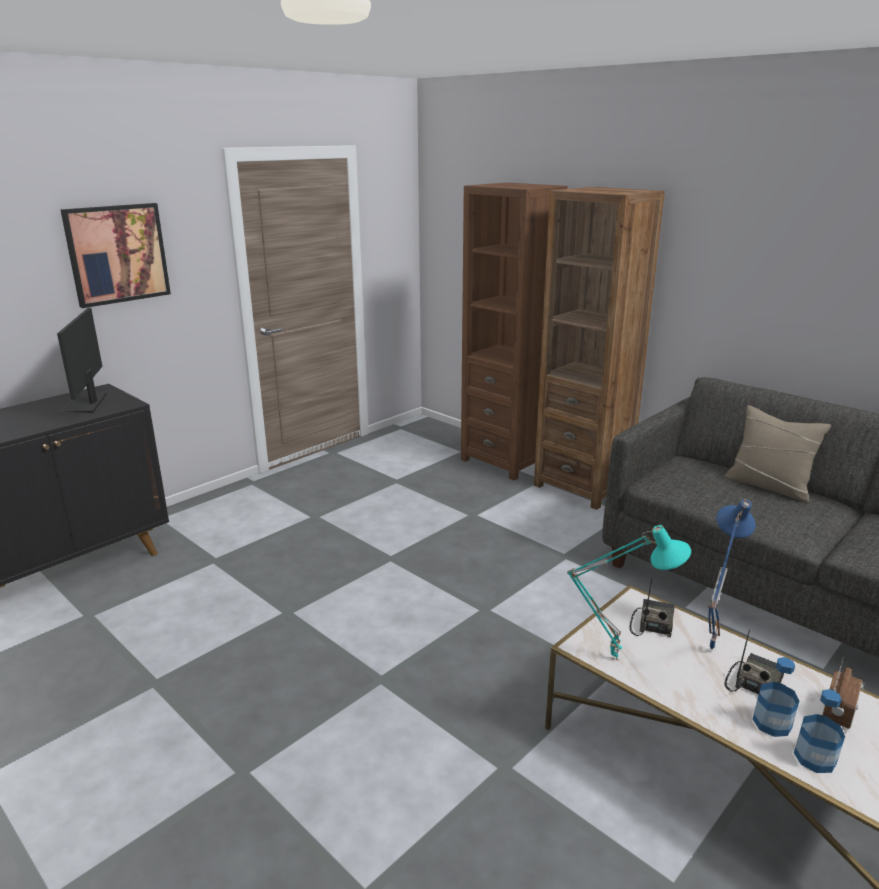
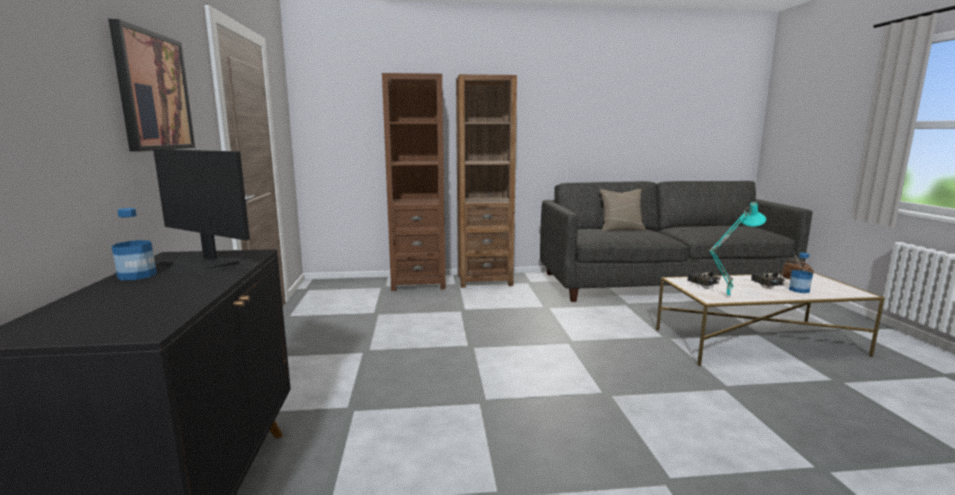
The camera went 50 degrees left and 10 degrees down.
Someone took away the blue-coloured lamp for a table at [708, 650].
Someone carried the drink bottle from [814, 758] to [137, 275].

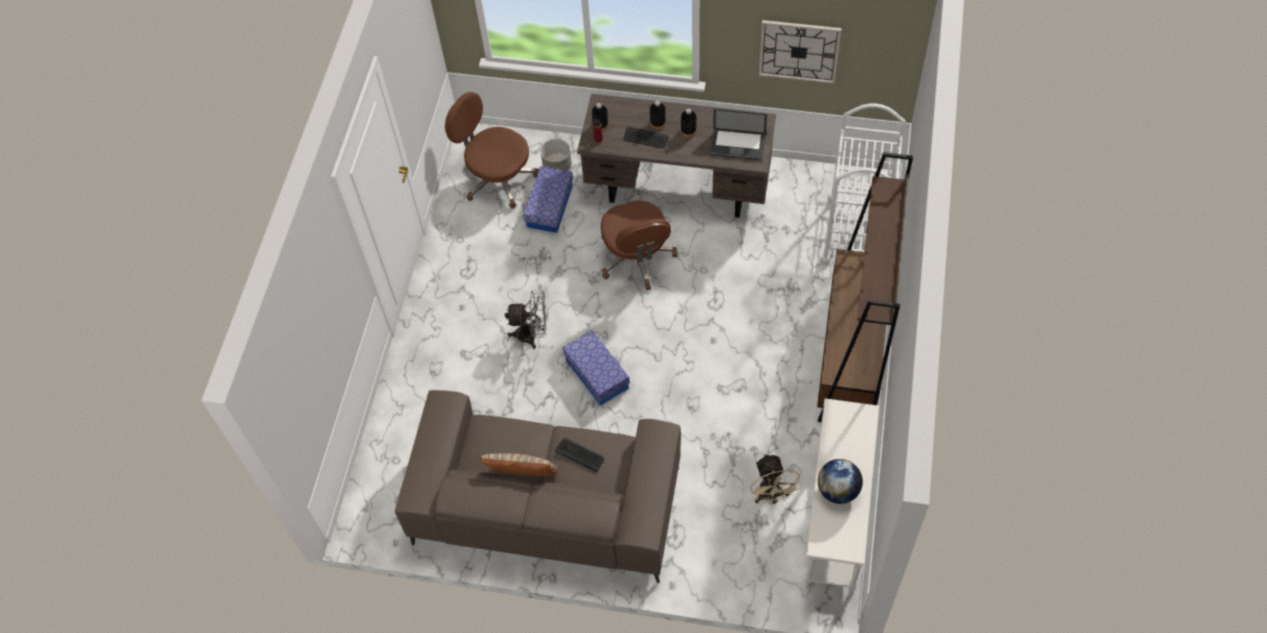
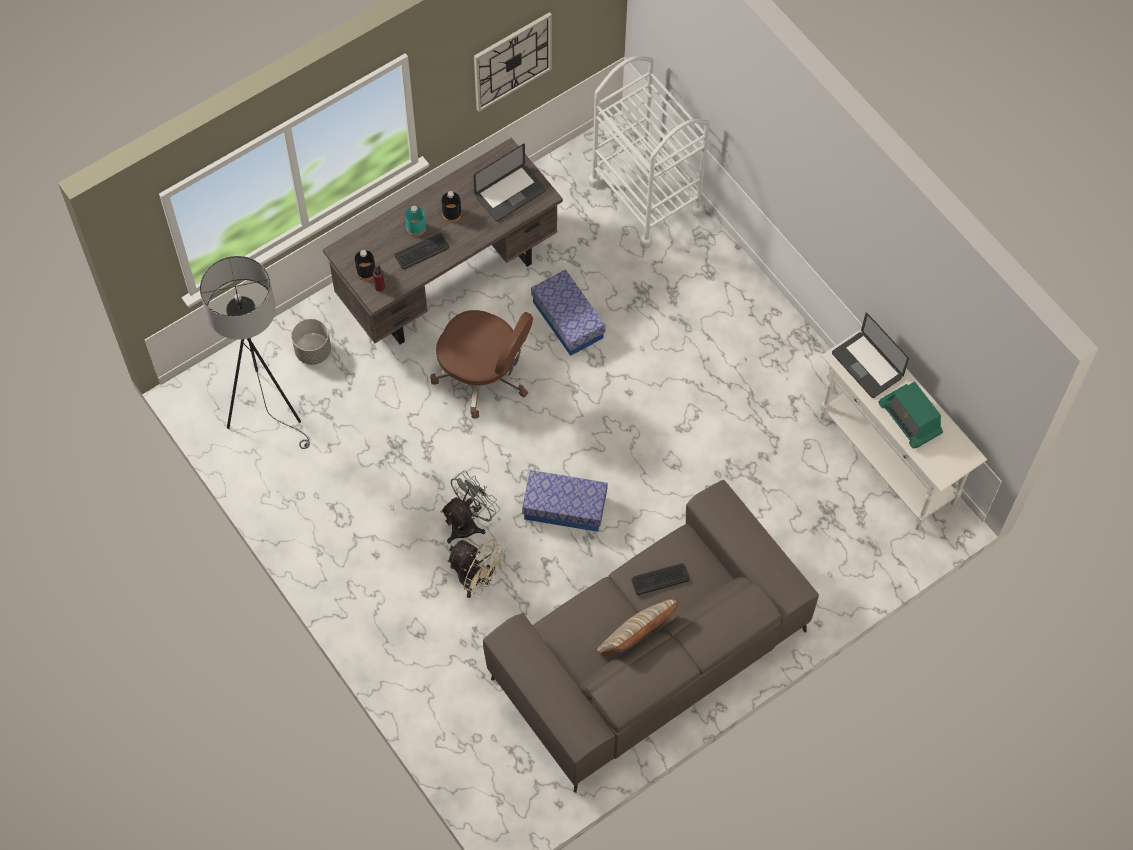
The camera went 50 degrees left and 5 degrees up.
Someone swapped the brown office chair at [497, 178] for the greyish standing lamp at [267, 408].
Someone carried the storage box from [550, 206] to [568, 320].
Someone repainted the black drink bottle at [657, 122], which became the blue-green drink bottle at [416, 228].
Someone carried the beige-coloured electric fan from [771, 495] to [476, 580].
Someone took away the brown shelving unit at [851, 355].
Someone swapped the world globe at [838, 490] for the radio set at [909, 419].
Someone put down the laptop at [867, 365].

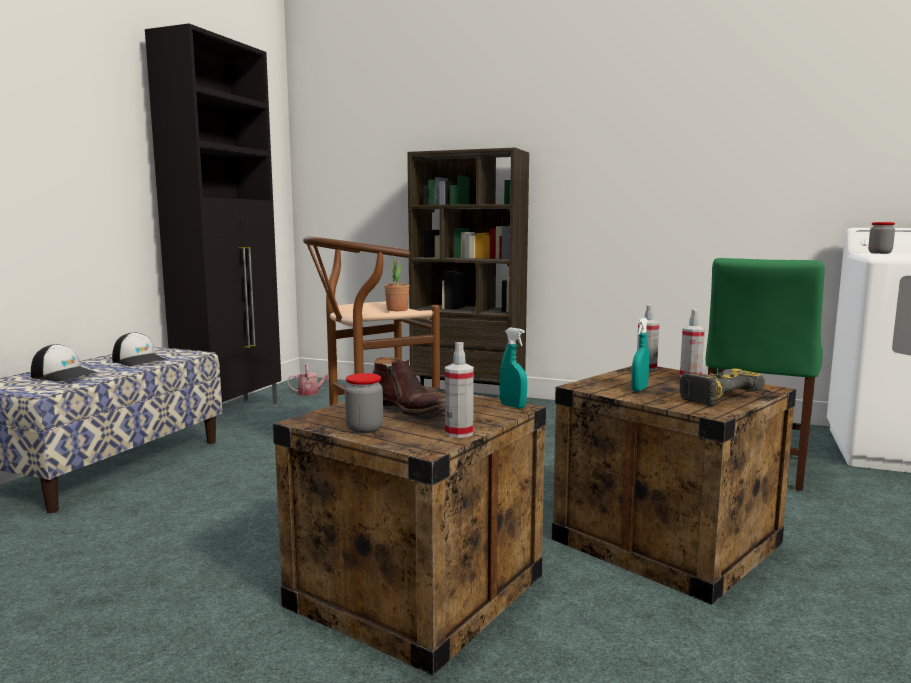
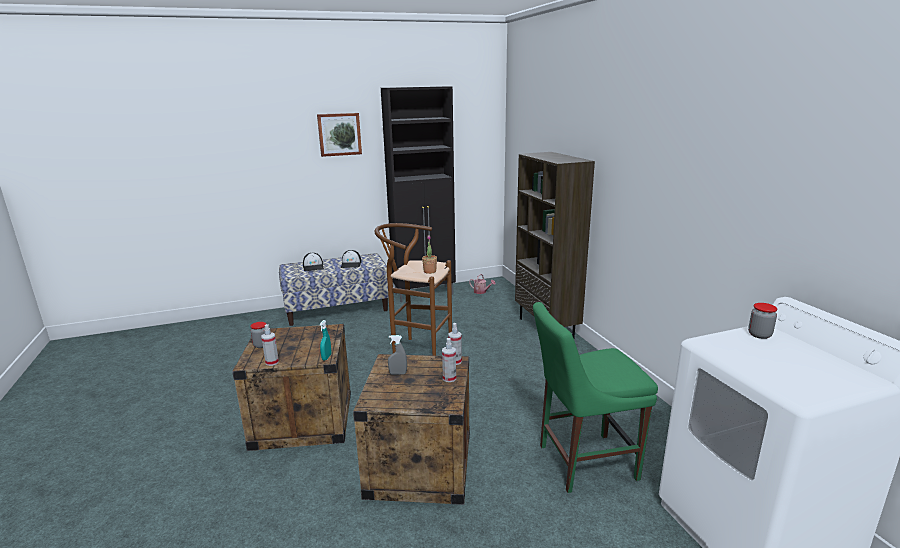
The camera went 50 degrees right and 10 degrees up.
Someone took away the brown tall boot at [411, 409].
Someone repainted the blue-green hand sprayer at [639, 389], which became the greyish hand sprayer at [398, 373].
Someone took away the drill at [714, 396].
Someone put up the wall art at [339, 134].

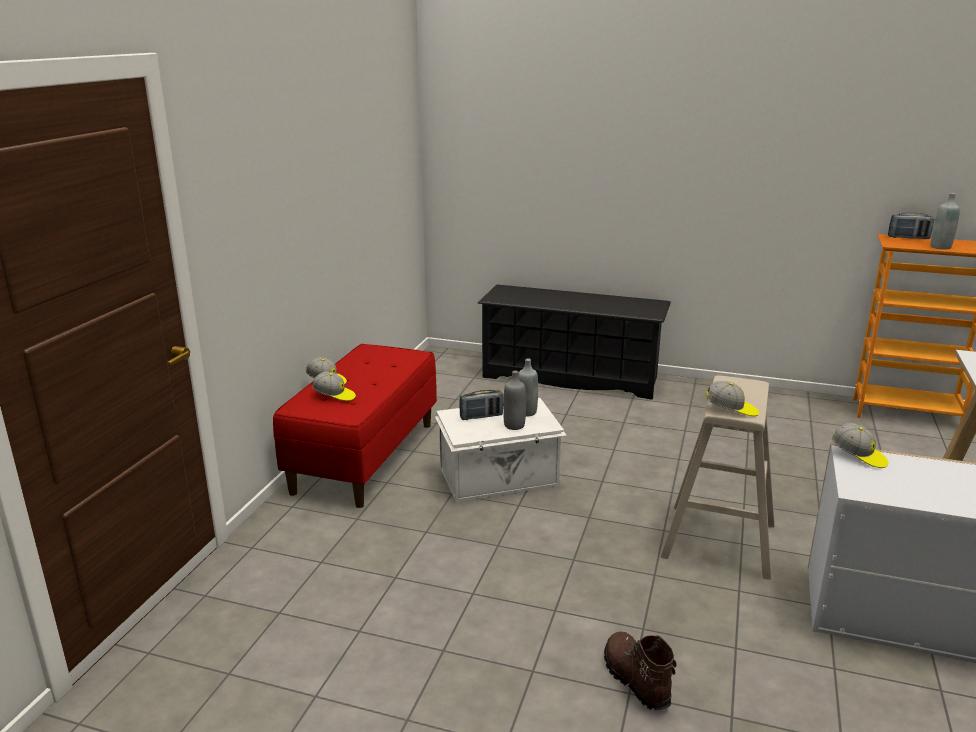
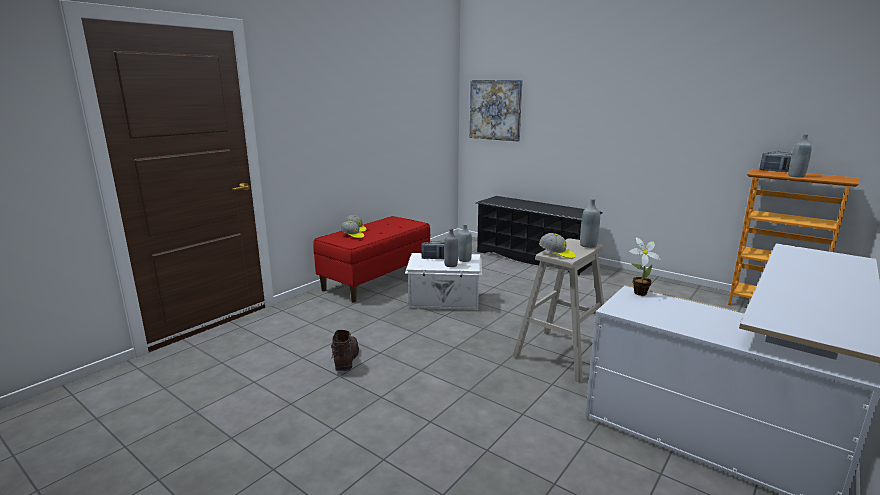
The camera went 20 degrees right and 5 degrees down.
Someone carried the brown tall boot from [635, 680] to [345, 360].
Someone swapped the cap at [858, 456] for the houseplant at [638, 293].
Someone put up the wall art at [495, 110].
Someone put down the greyish drink bottle at [588, 245].

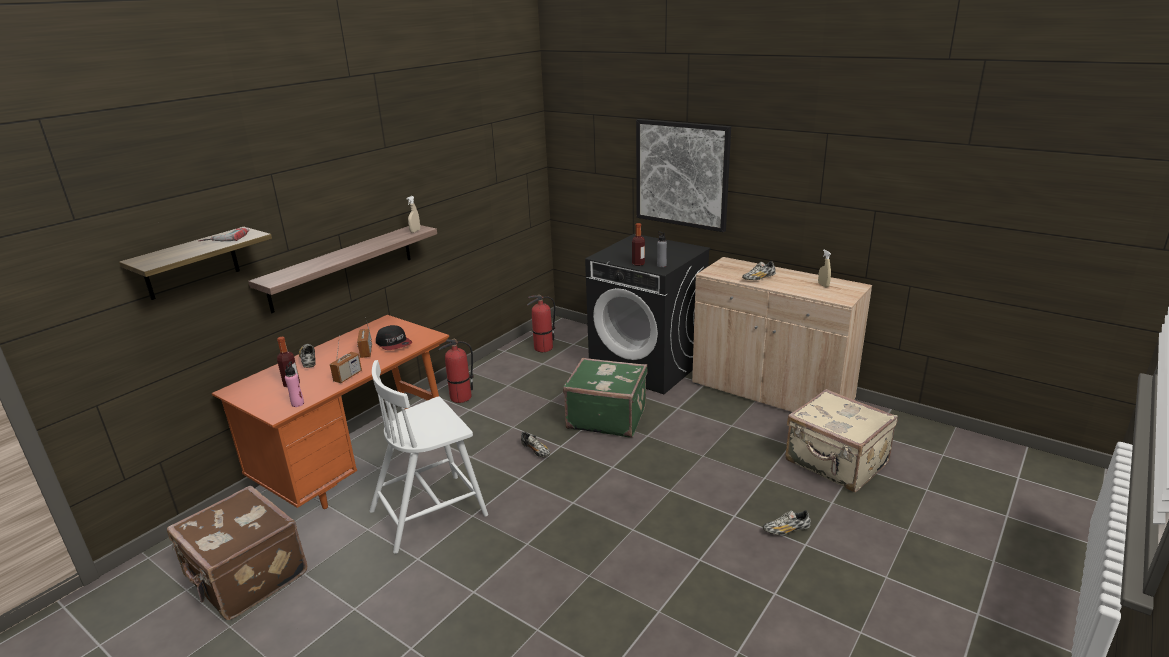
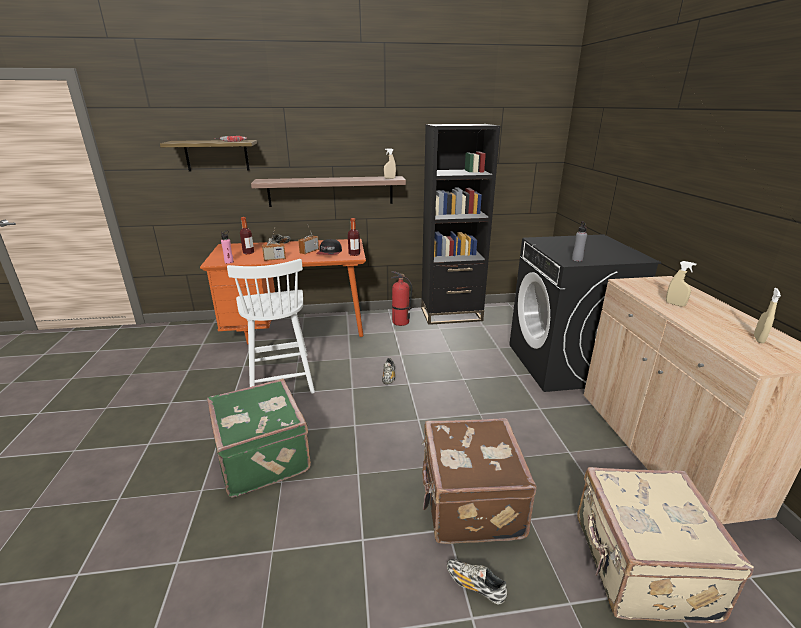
The camera went 45 degrees right and 0 degrees up.
Someone carried the brown travel case from [245, 577] to [469, 503].
Someone rotated the whitish chair at [430, 512] by 120 degrees counterclockwise.
Someone took away the fire-fighting cylinder at [543, 348].
Someone carried the green travel case from [606, 417] to [264, 456].
Someone carried the drink bottle from [638, 264] to [354, 254].
Someone took away the wall art at [682, 174].
Someone swapped the shoe at [758, 279] for the beige-coloured hand sprayer at [675, 304].
Someone put down the black shelving unit at [451, 314].

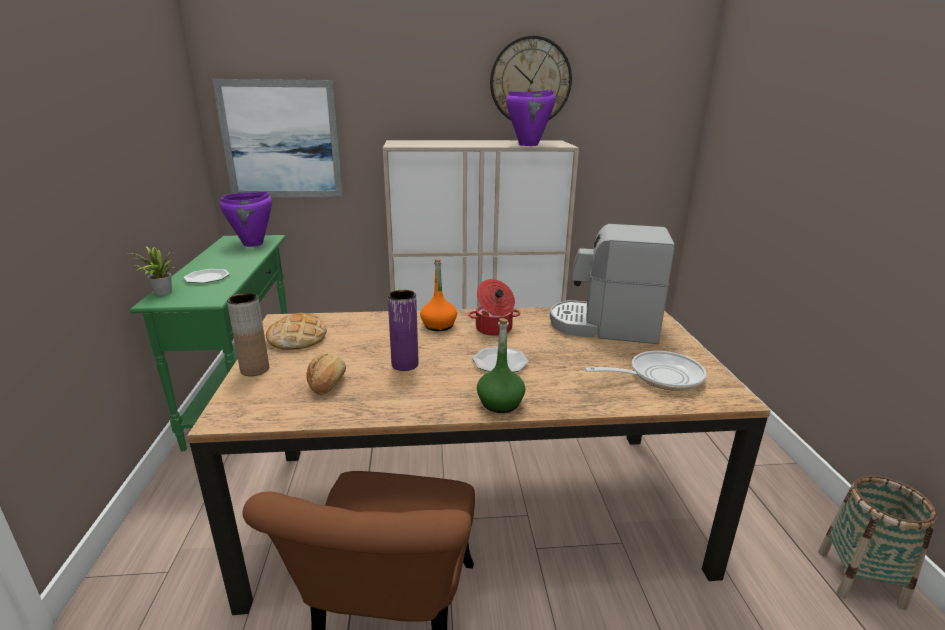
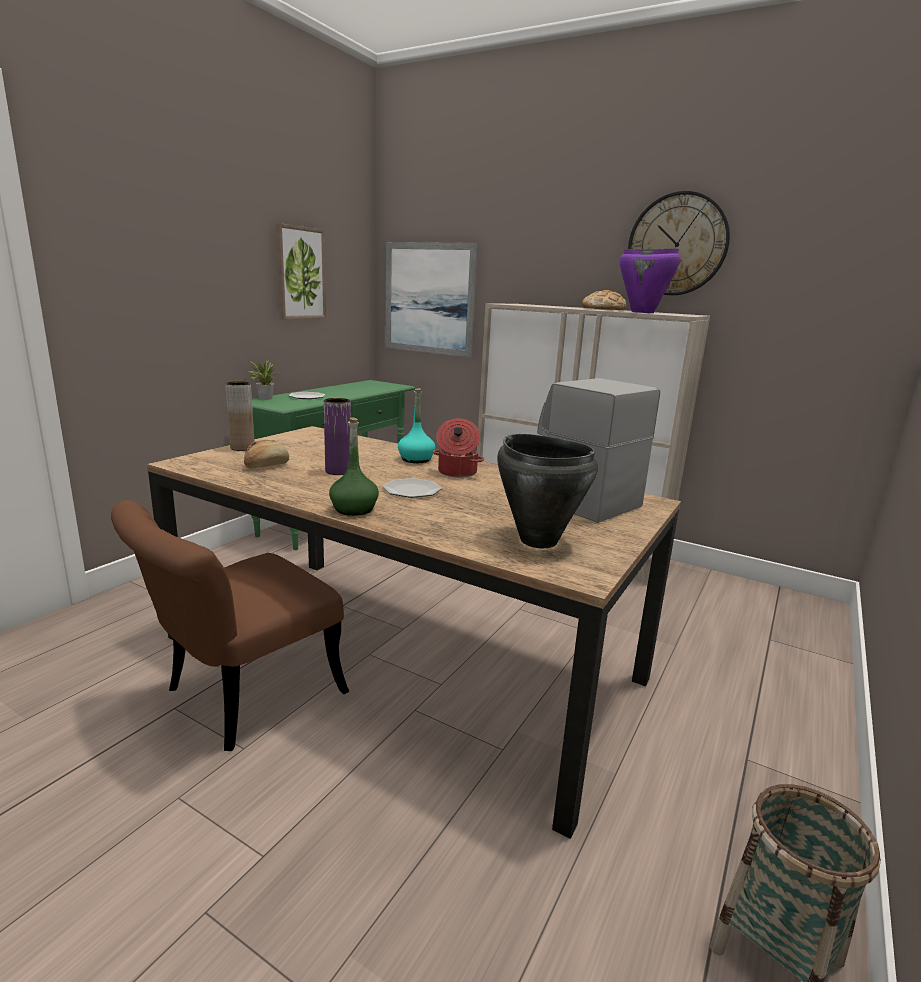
The camera went 35 degrees right and 5 degrees down.
Someone took away the purple stockpot at [253, 244].
Someone carried the bread from [297, 338] to [603, 309].
Someone repainted the orange drink bottle at [439, 326], which became the blue-green drink bottle at [416, 459].
Someone swapped the frying pan at [659, 376] for the black stockpot at [538, 540].
Someone put up the wall art at [300, 273].

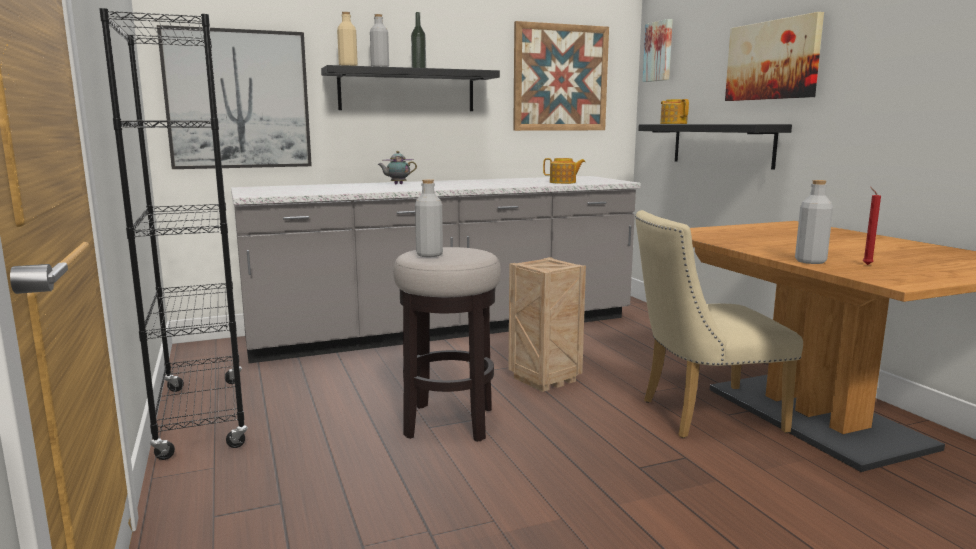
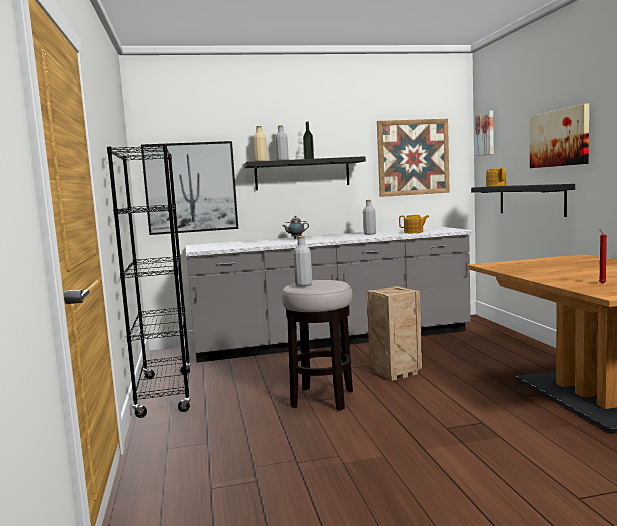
The camera went 10 degrees right and 5 degrees down.
Someone took away the beige-coloured chair at [700, 415].
Someone carried the greyish drink bottle from [810, 261] to [369, 234].

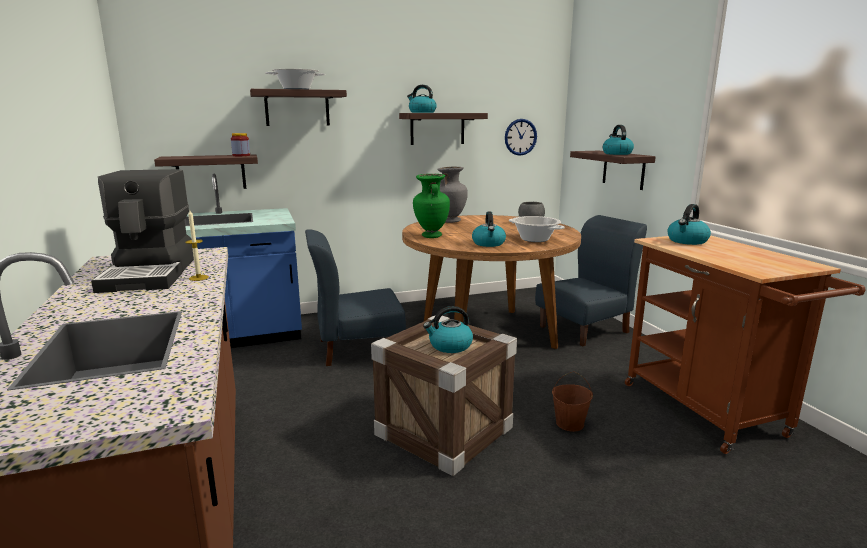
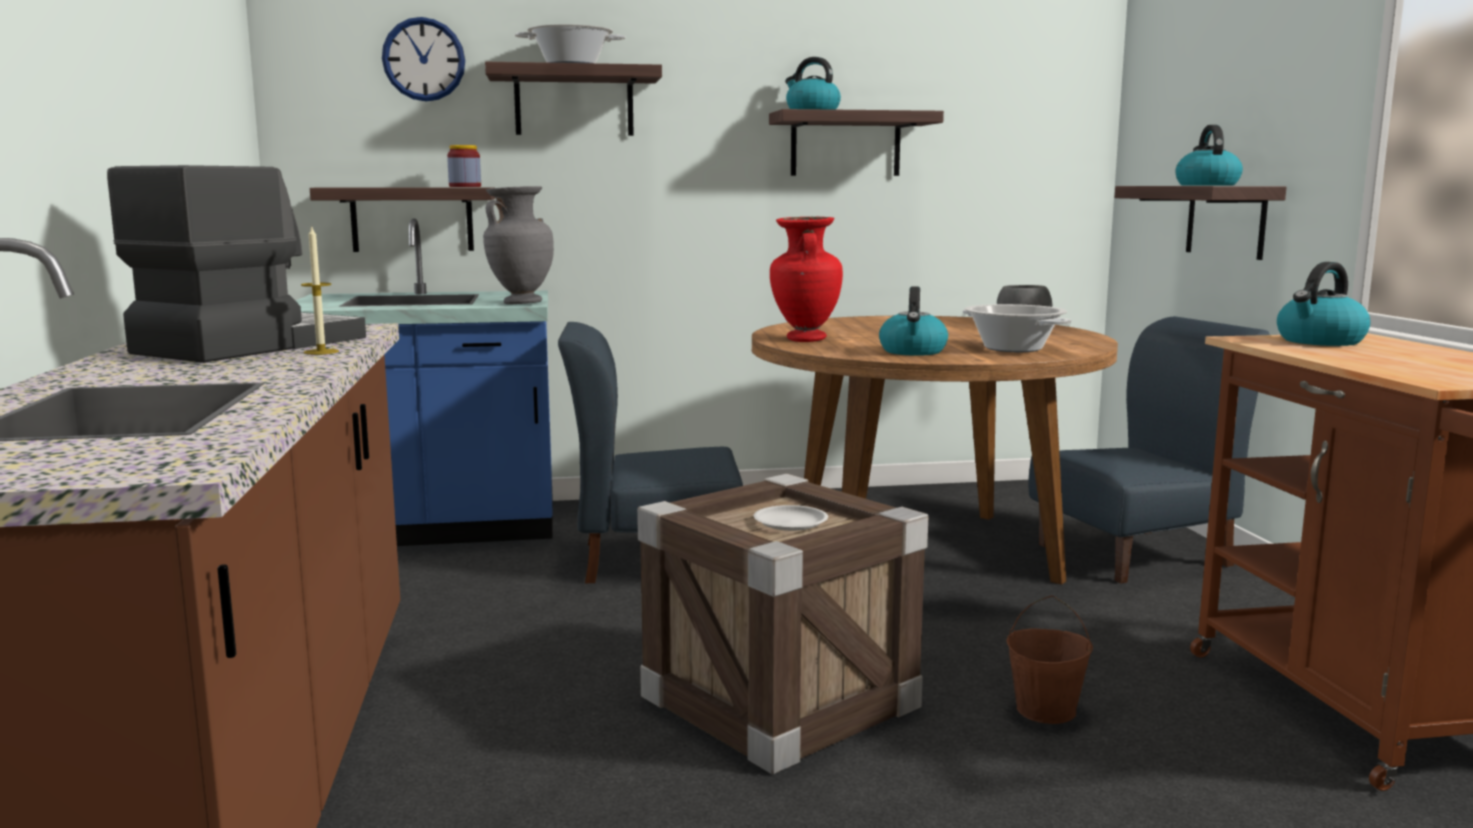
The camera went 10 degrees right and 5 degrees down.
Someone rotated the coffee machine at [152, 273] by 150 degrees counterclockwise.
Someone repainted the green flower vase at [431, 236], which became the red-coloured flower vase at [804, 339].
Someone swapped the tea kettle at [449, 346] for the whitish dinner plate at [791, 523].
Someone carried the greyish flower vase from [451, 221] to [521, 303].
Someone carried the wall clock from [520, 137] to [424, 59].

